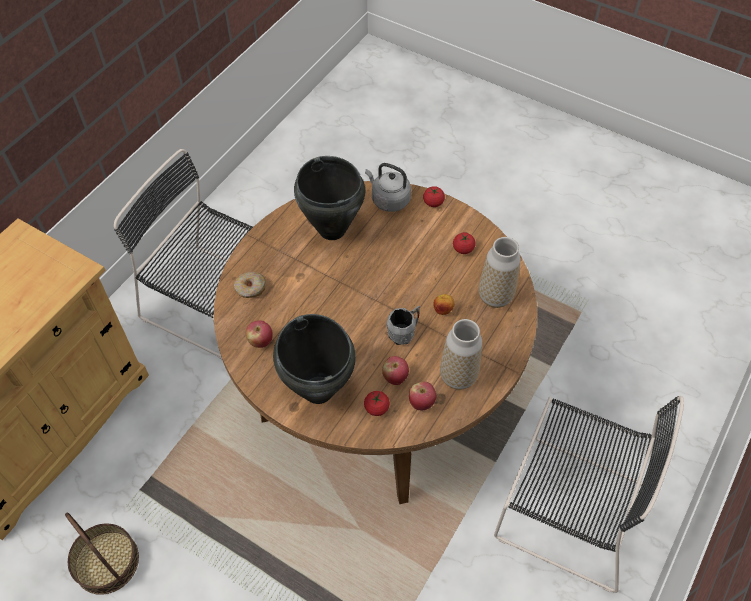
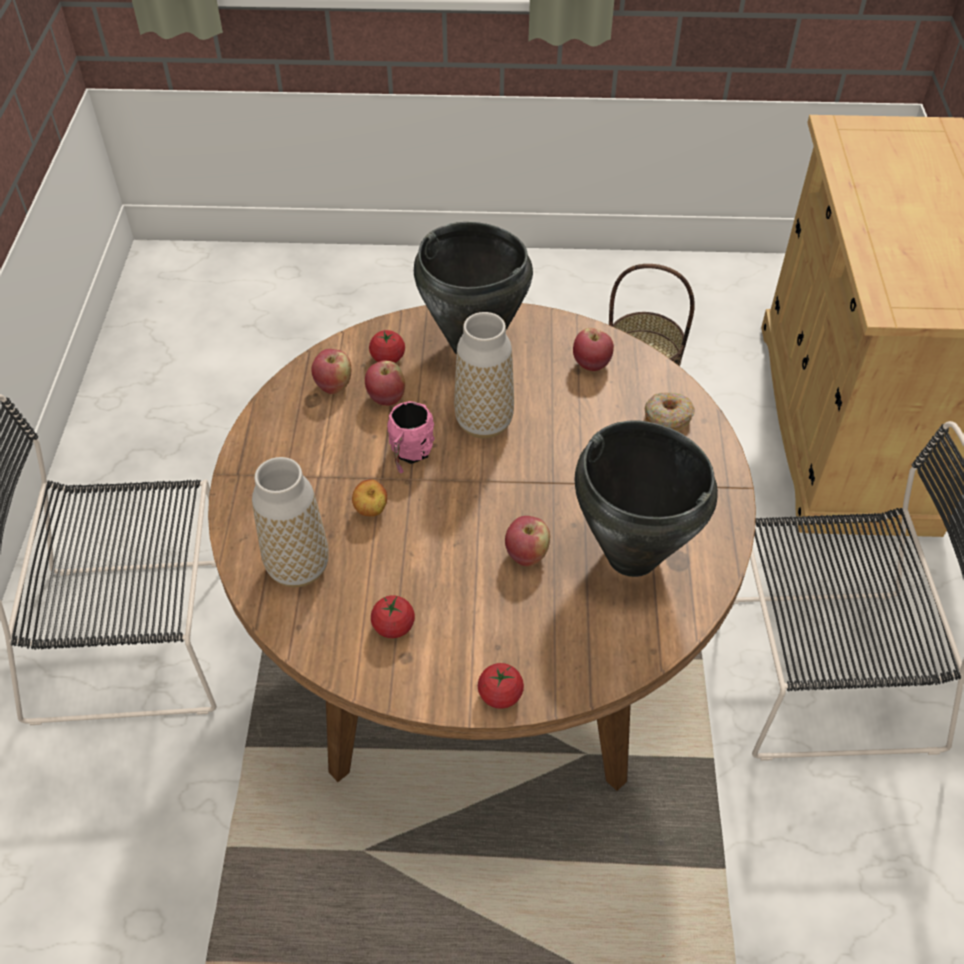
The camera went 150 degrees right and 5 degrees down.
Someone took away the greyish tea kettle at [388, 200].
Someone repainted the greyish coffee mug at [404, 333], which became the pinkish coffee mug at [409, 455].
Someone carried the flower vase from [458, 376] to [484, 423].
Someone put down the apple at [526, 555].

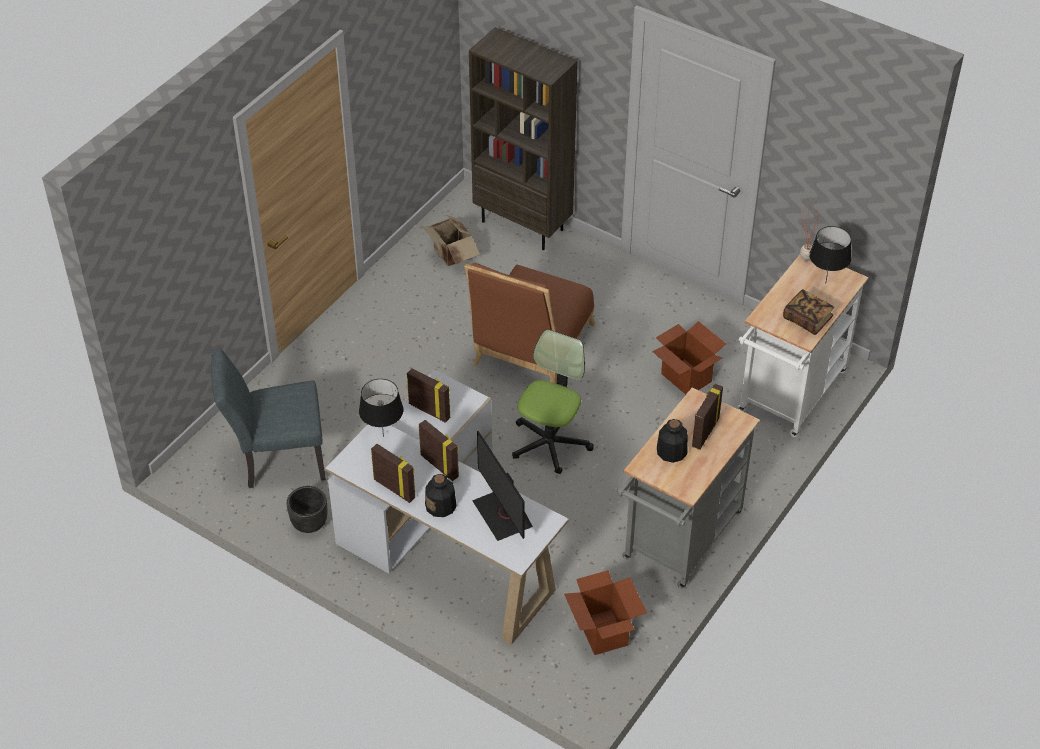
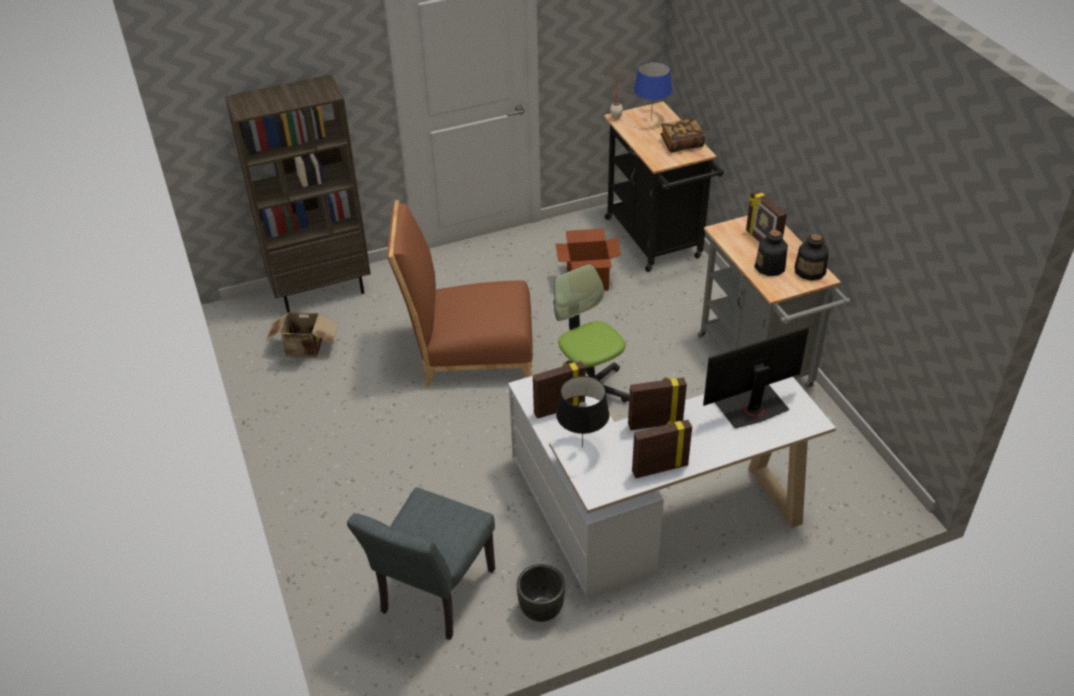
The camera went 55 degrees left and 5 degrees down.
Someone carried the drink bottle from [441, 506] to [810, 271].
Someone rotated the brown chair at [530, 350] by 120 degrees clockwise.
Someone rotated the monitor at [503, 514] by 150 degrees clockwise.
Someone took away the carton at [603, 632].
Someone repainted the whitish wheeled cart at [788, 397], which became the black wheeled cart at [656, 242].
Someone repainted the black lamp for a table at [825, 283], which became the blue-coloured lamp for a table at [650, 120].

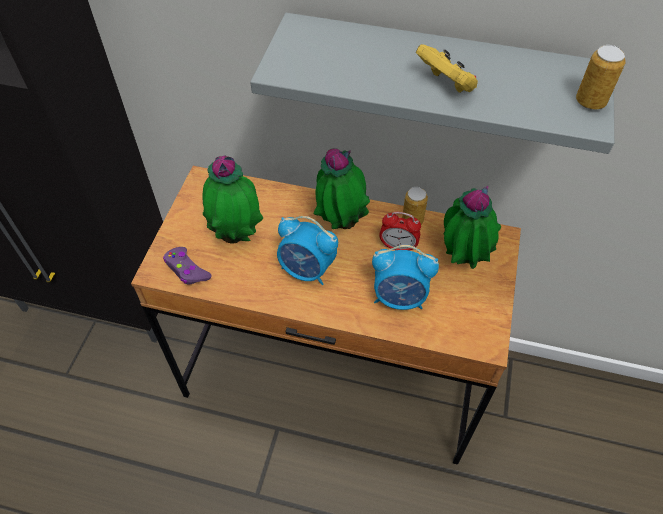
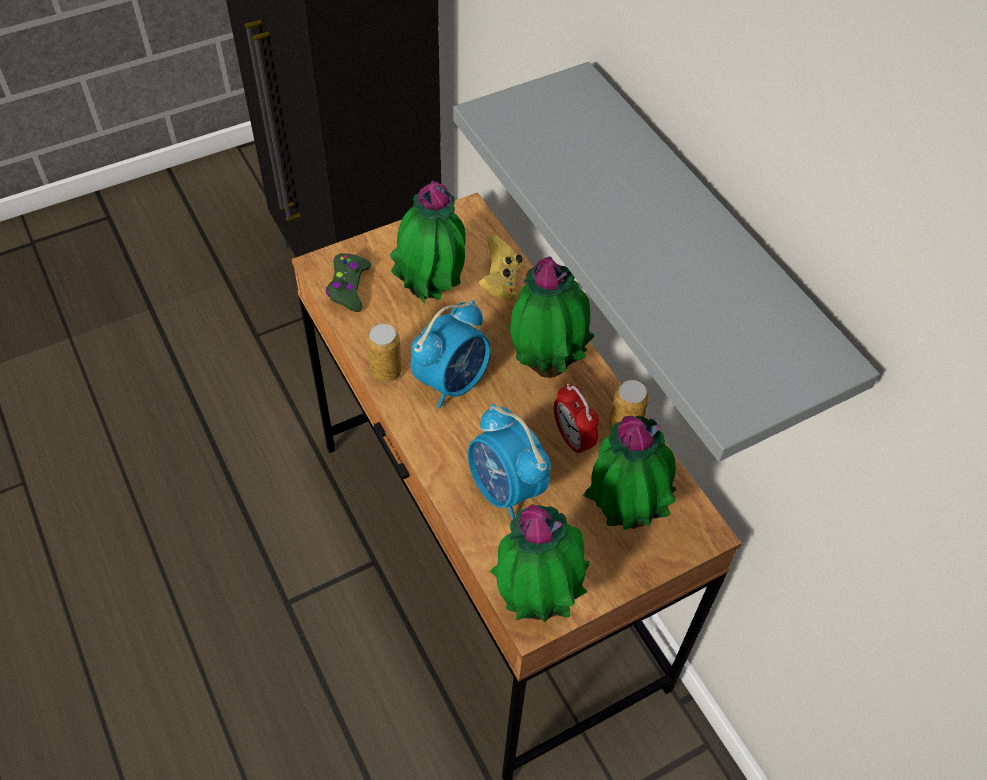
The camera went 45 degrees right and 0 degrees up.
Someone repainted the purple game controller at [187, 270], which became the green game controller at [349, 287].
Someone rotated the alarm clock at [307, 270] by 120 degrees counterclockwise.
Someone carried the yellow game controller from [446, 84] to [500, 283].
Someone carried the metal can from [590, 102] to [386, 371].
Someone put down the houseplant at [537, 599].

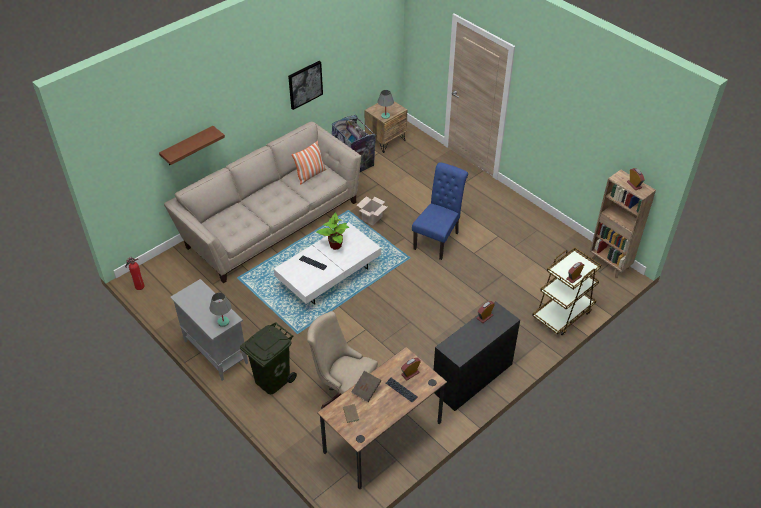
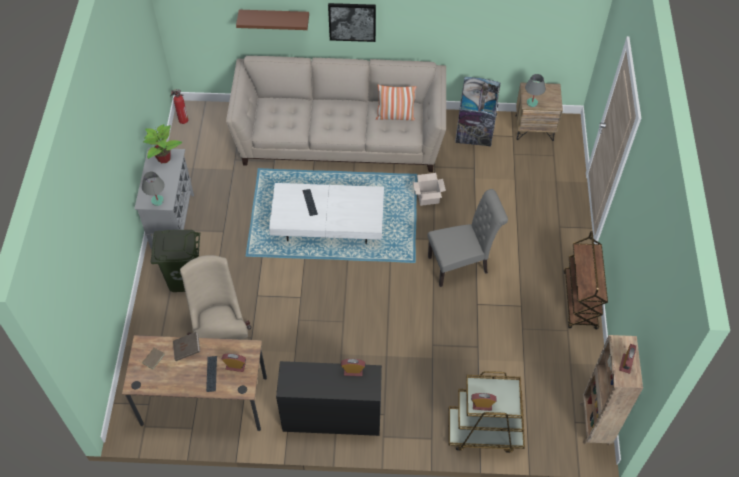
The camera went 45 degrees right and 10 degrees up.
Someone carried the wall art from [305, 84] to [352, 21].
Someone carried the houseplant from [335, 245] to [164, 158].
Someone repainted the blue-coloured chair at [438, 239], which became the greyish chair at [461, 264].
Someone put down the brown wheeled cart at [580, 300].

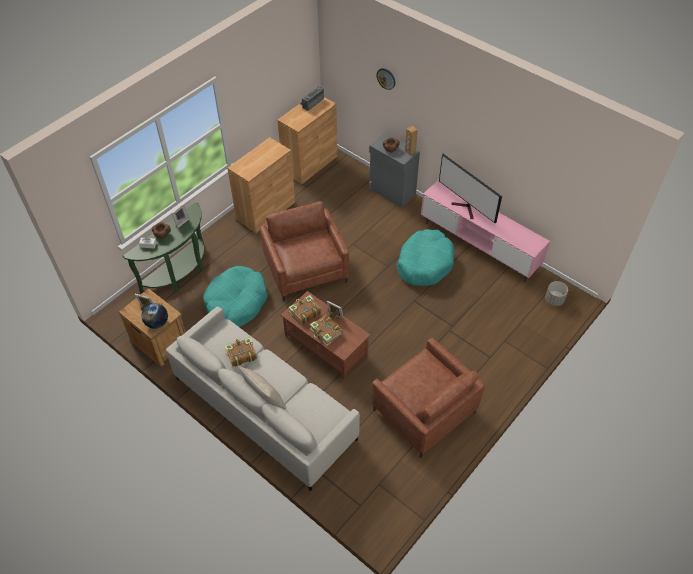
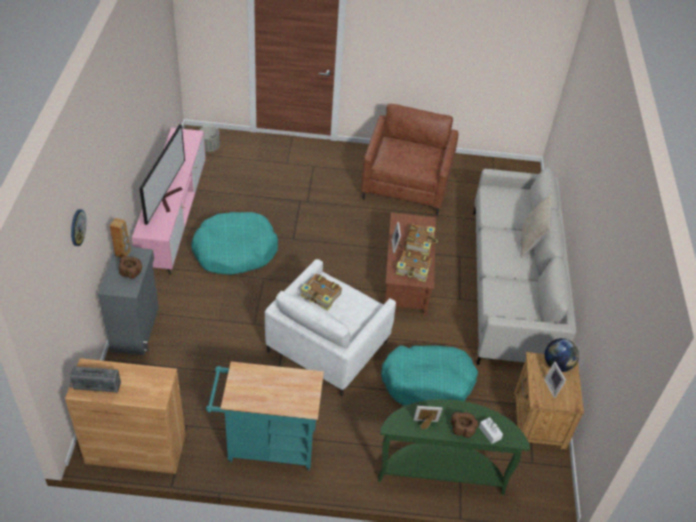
The camera went 130 degrees left and 5 degrees down.
Someone carried the volume from [241, 354] to [321, 296].
Someone swapped the brown cabinet at [266, 211] for the blue-green wheeled cart at [266, 445].
Someone repainted the brown armchair at [306, 269], which became the whitish armchair at [327, 346].

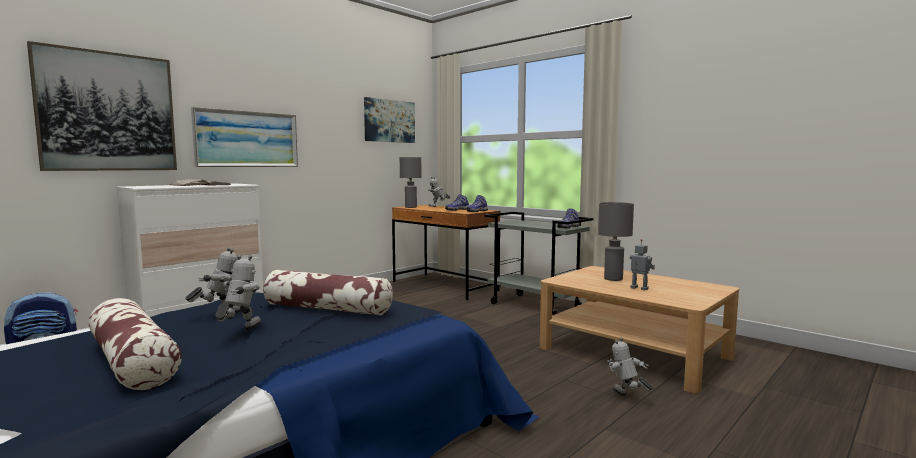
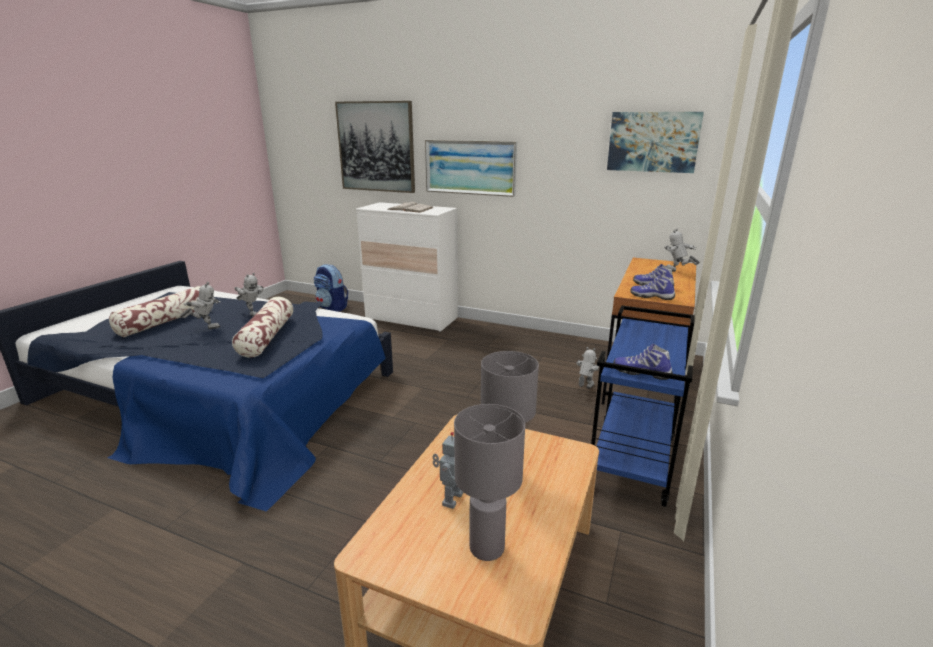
The camera went 70 degrees right and 15 degrees up.
Someone carried the greyish lamp for a table from [411, 207] to [487, 548].
Someone repainted the greyish wheeled cart at [536, 306], which became the blue-coloured wheeled cart at [632, 462].
Someone carried the toy robot from [626, 398] to [584, 389].

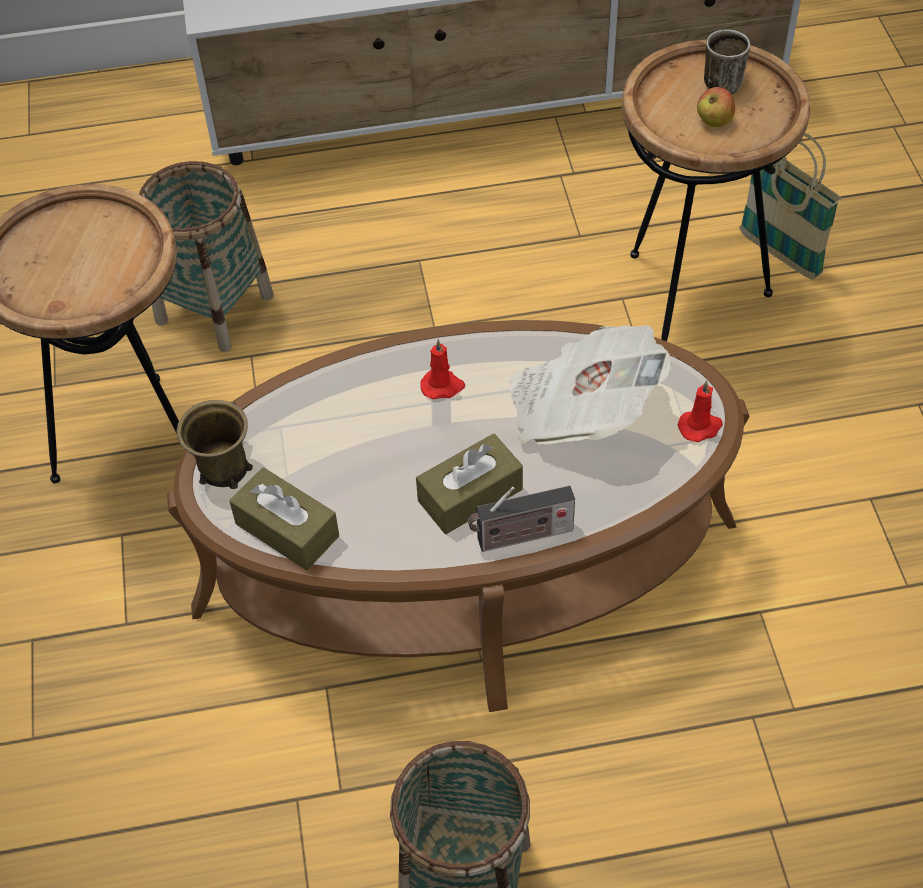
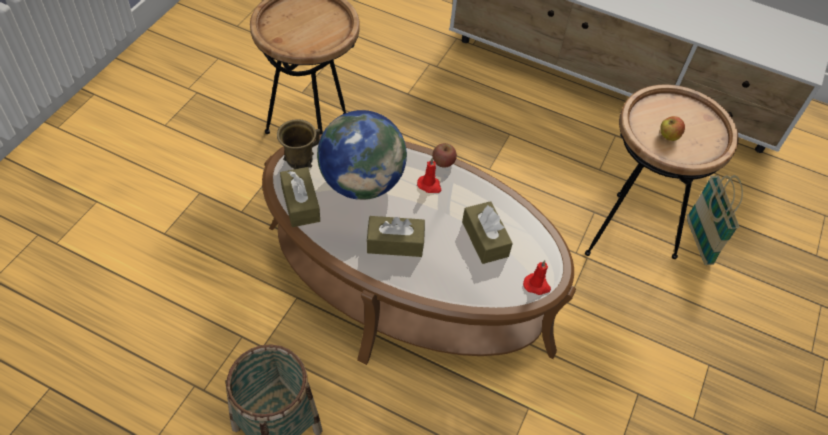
The camera went 30 degrees right and 0 degrees up.
Someone took away the basket at [215, 309].
Someone took away the radio set at [520, 537].
Someone swapped the newspaper at [581, 410] for the brown box of tissues at [485, 239].
Someone took away the coffee mug at [724, 82].
Someone put down the world globe at [362, 183].
Someone put down the apple at [443, 162].

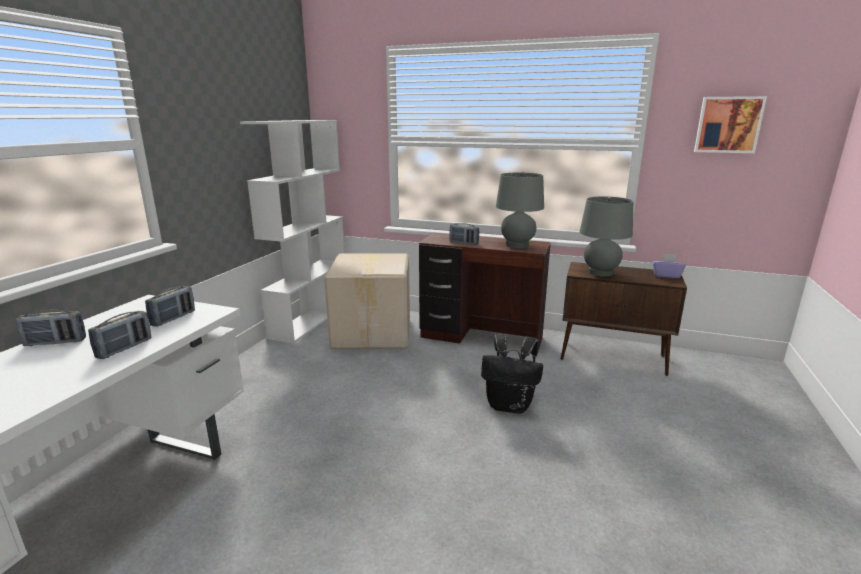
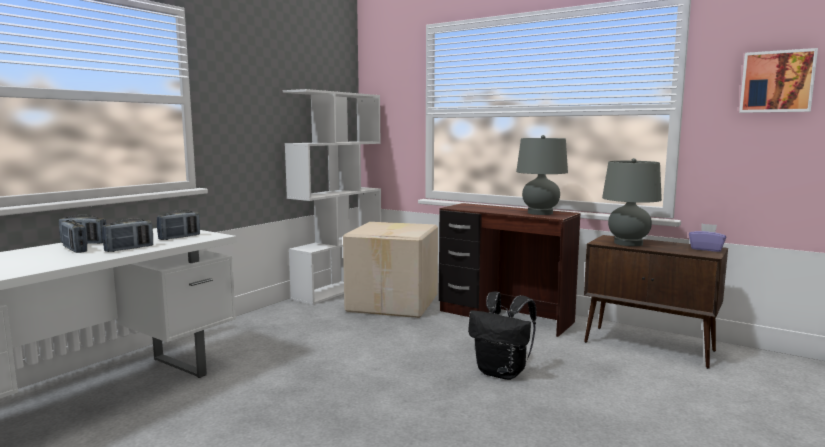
The camera went 15 degrees right and 10 degrees down.
Someone carried the radio set from [463, 243] to [75, 249].

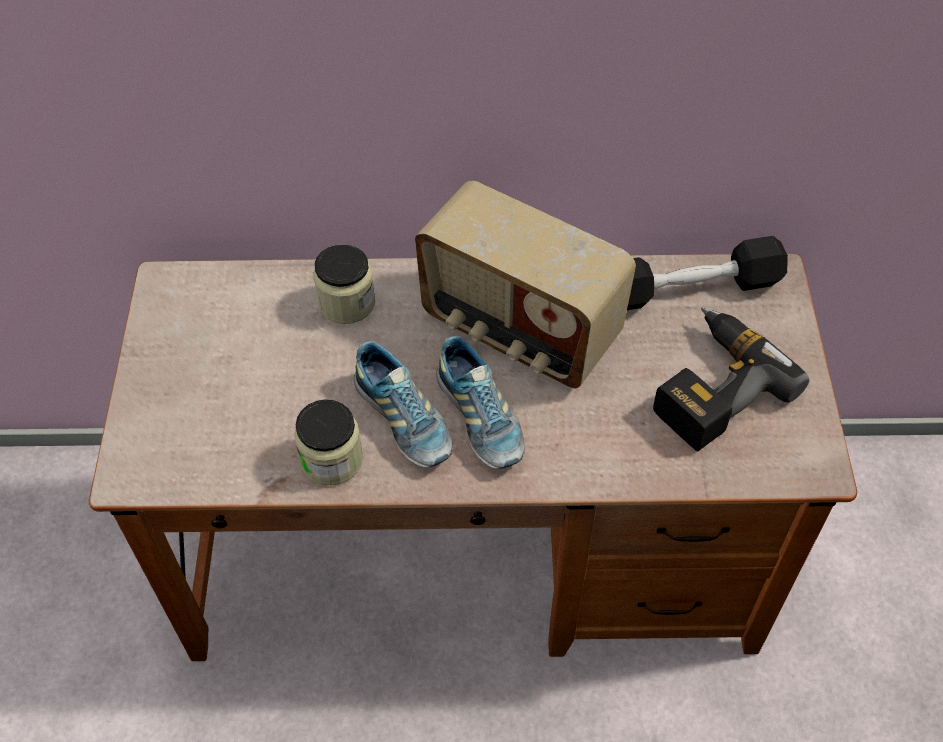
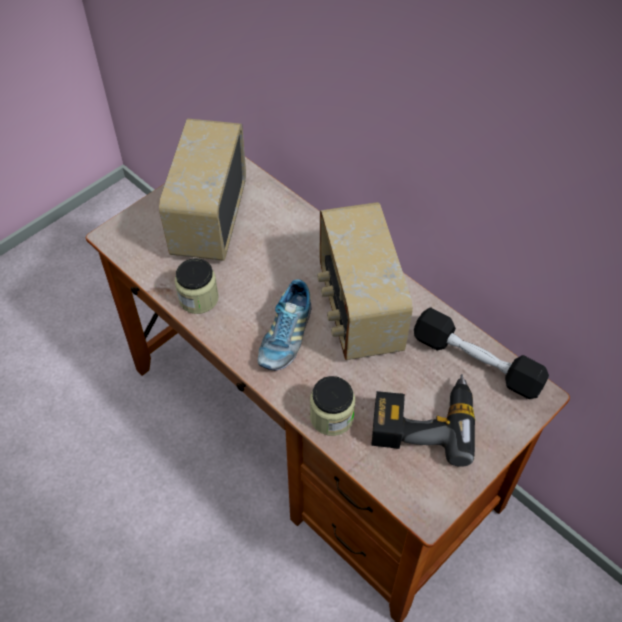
The camera went 45 degrees right and 0 degrees up.
Someone carried the storage jar from [347, 303] to [331, 417].
Someone took away the shoe at [404, 420].
Someone put down the radio set at [208, 220].

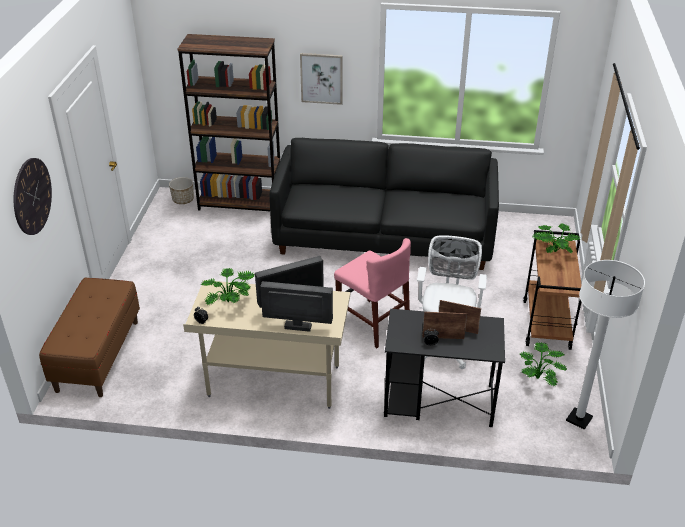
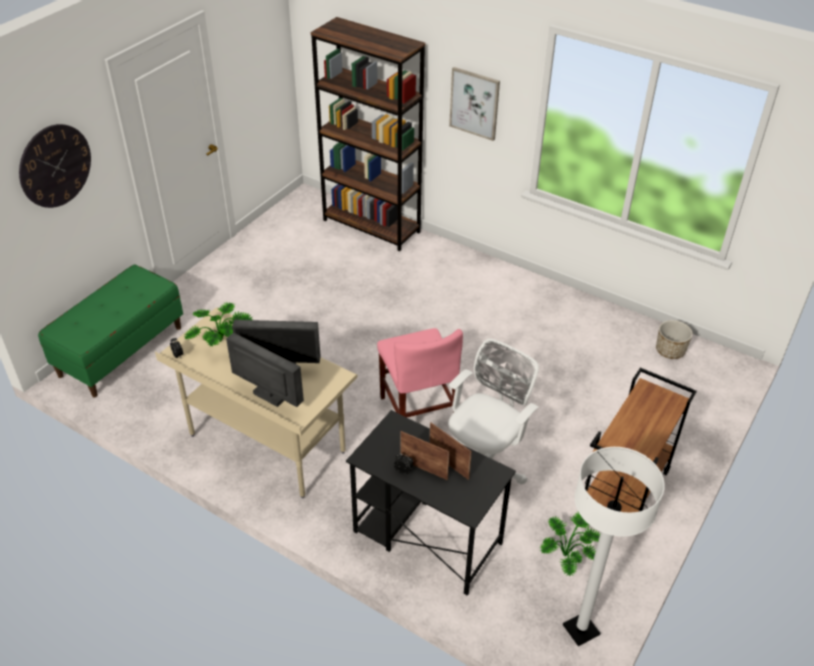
The camera went 25 degrees right and 5 degrees up.
Someone repainted the brown bench at [97, 355], which became the green bench at [121, 351].
Someone carried the flower pot from [183, 200] to [670, 351].
Someone took away the black sofa at [384, 237].
Someone took away the houseplant at [552, 252].

